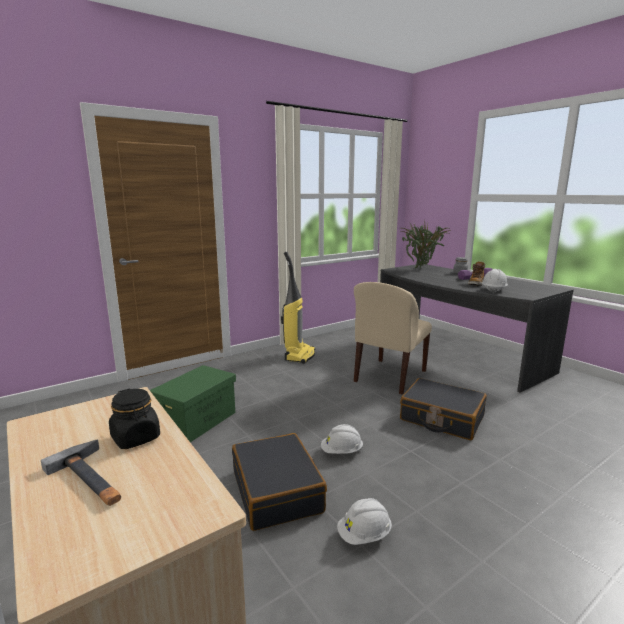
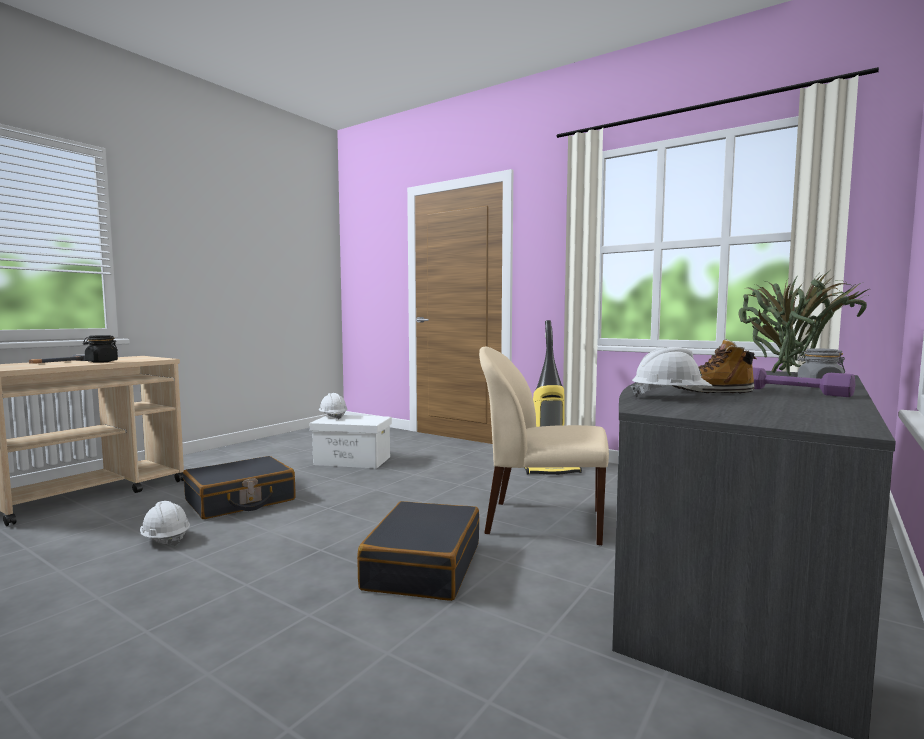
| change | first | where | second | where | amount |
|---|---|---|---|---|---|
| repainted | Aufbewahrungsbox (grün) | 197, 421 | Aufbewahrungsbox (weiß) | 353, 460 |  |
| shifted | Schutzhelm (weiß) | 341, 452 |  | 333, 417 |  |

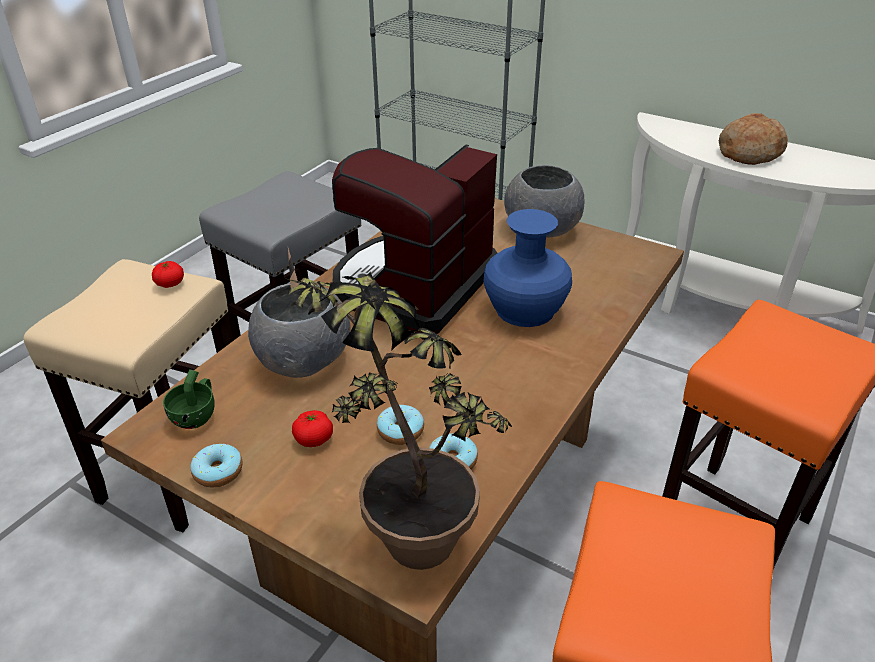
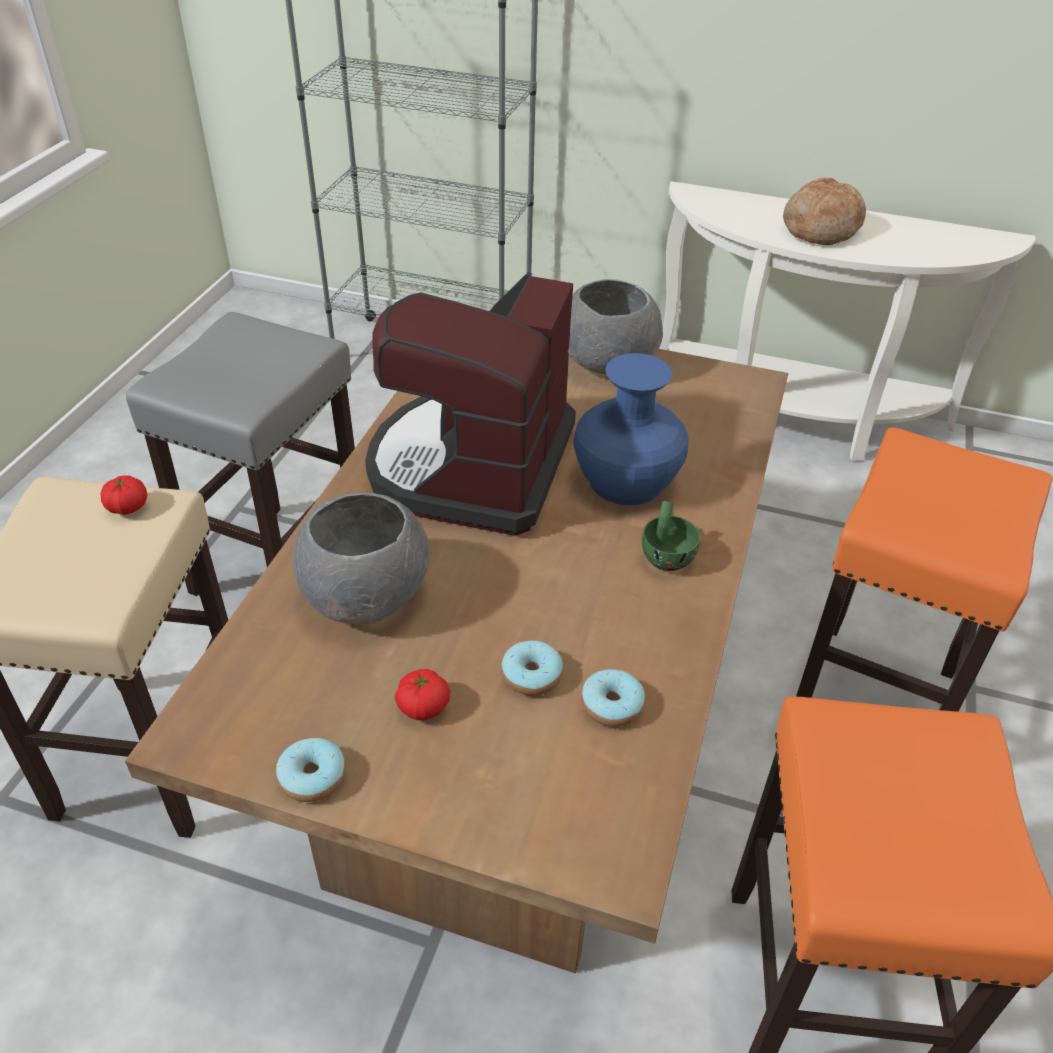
| change | first | where | second | where | amount |
|---|---|---|---|---|---|
| shifted | Tasse (grün) | 197, 415 |  | 667, 554 |  |
| gone | Topfpflanze | 401, 527 |  |  |  |

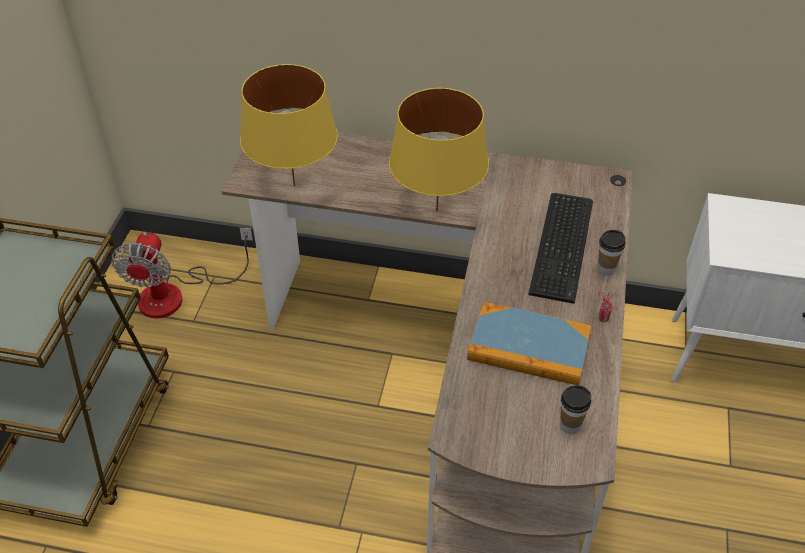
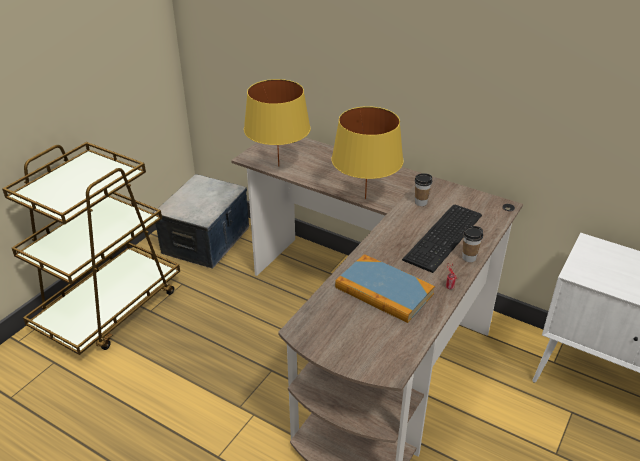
| change | first | where | second | where | amount |
|---|---|---|---|---|---|
| swapped | Ventilator | 176, 294 | Aufbewahrungsbox | 207, 240 |  |
| shifted | Tasse | 570, 425 |  | 421, 202 |  |

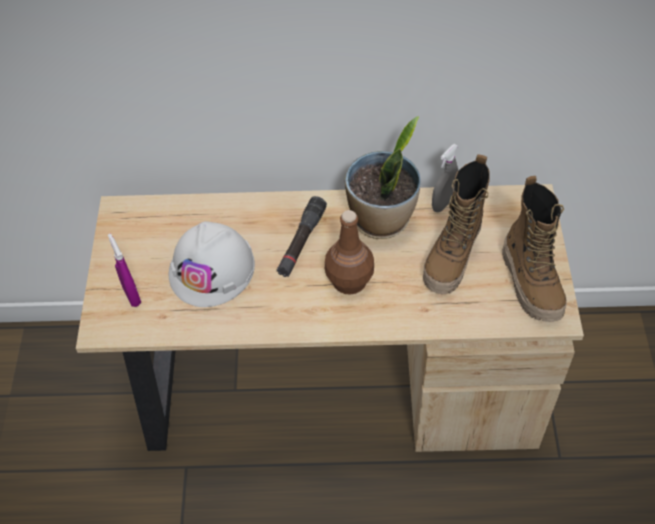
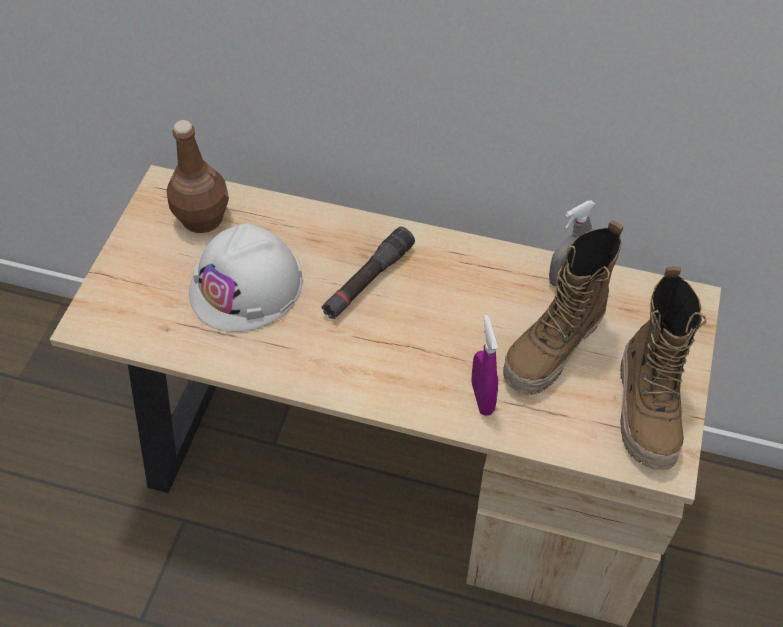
| change | first | where | second | where | amount |
|---|---|---|---|---|---|
| shifted | Sprühflasche (lila) | 132, 295 |  | 482, 398 |  |
| shifted | Flasche (braun) | 349, 280 |  | 202, 217 |  |
| gone | Topfpflanze | 381, 220 |  |  |  |

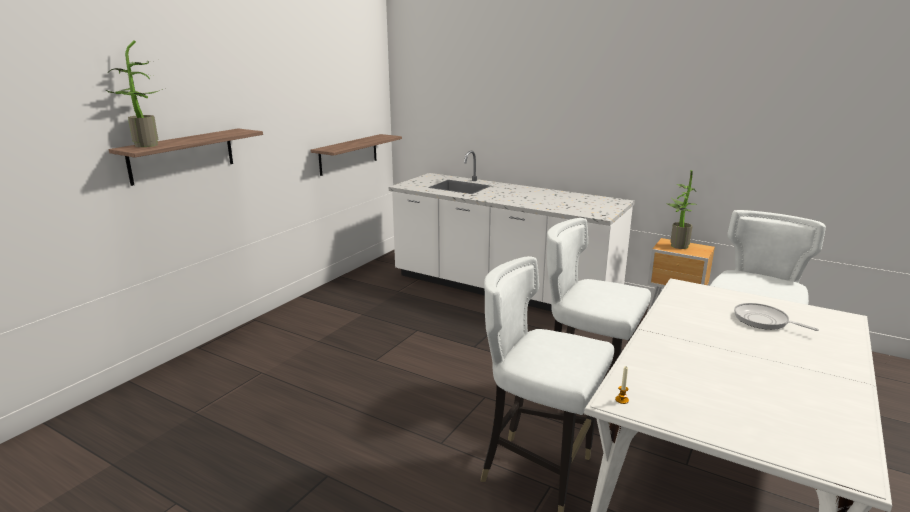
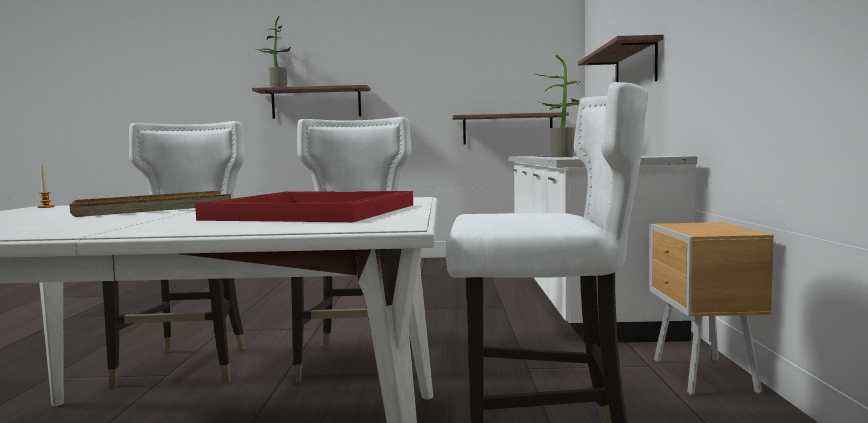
| change | first | where | second | where | amount |
|---|---|---|---|---|---|
| shifted | Topfpflanze | 676, 245 |  | 562, 156 |  |
| swapped | Pfanne | 764, 321 | Tablett (rot) | 311, 212 |  |
| new |  |  | Tablett (beige) | 152, 209 |  |
| new |  |  | Wandregal | 635, 68 |  |

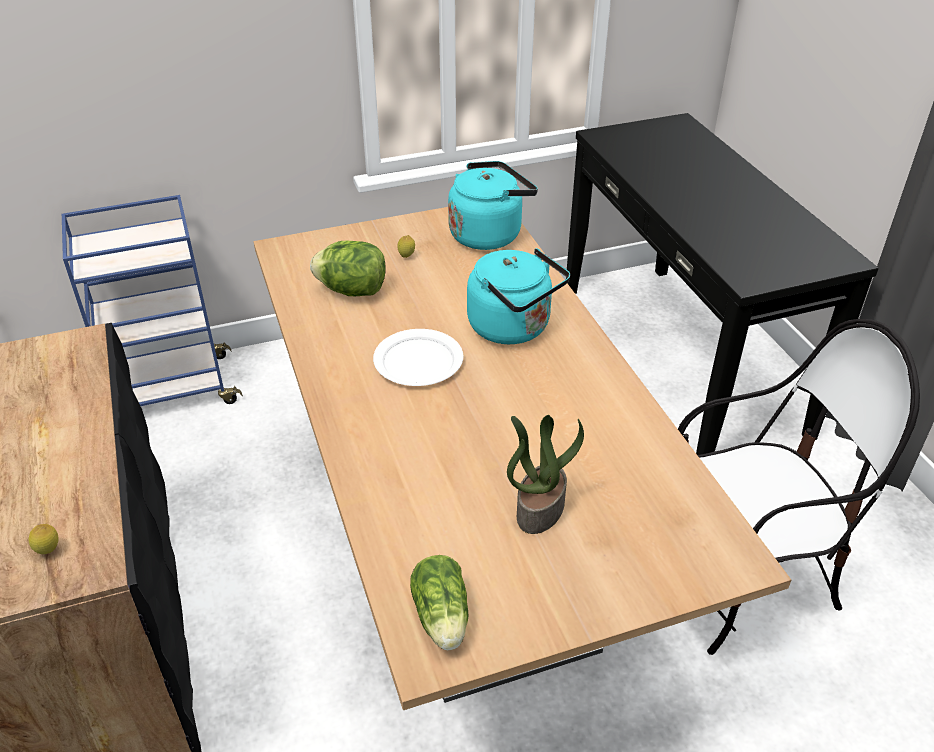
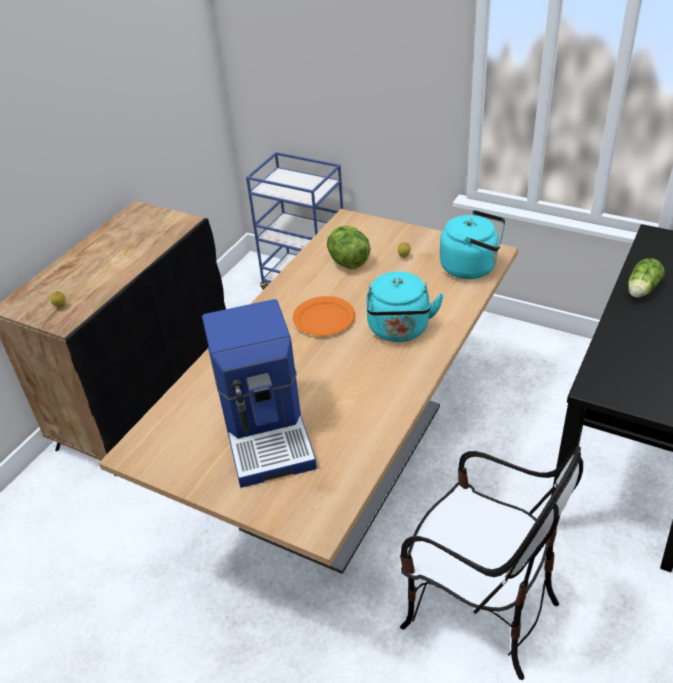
| change | first | where | second | where | amount |
|---|---|---|---|---|---|
| repainted | Teller (weiß) | 418, 361 | Teller (orange) | 323, 319 |  |
| shifted | Salatkopf | 442, 619 |  | 641, 290 |  |
| swapped | Topfpflanze | 539, 508 | Kaffeemaschine | 267, 429 |  |

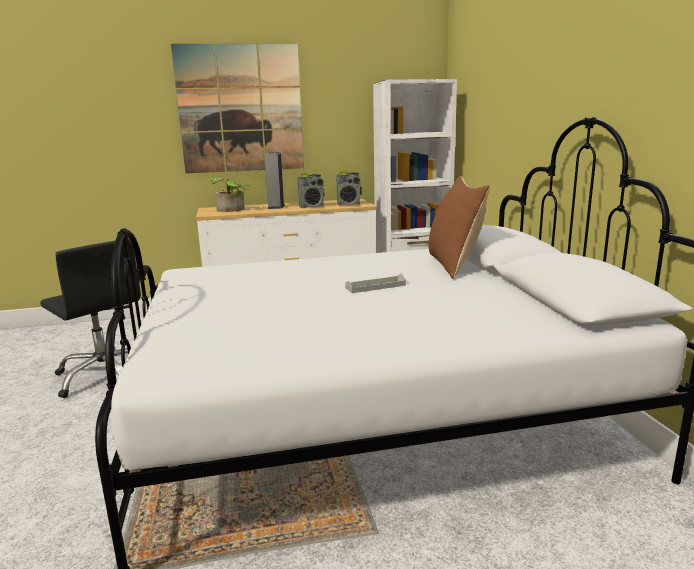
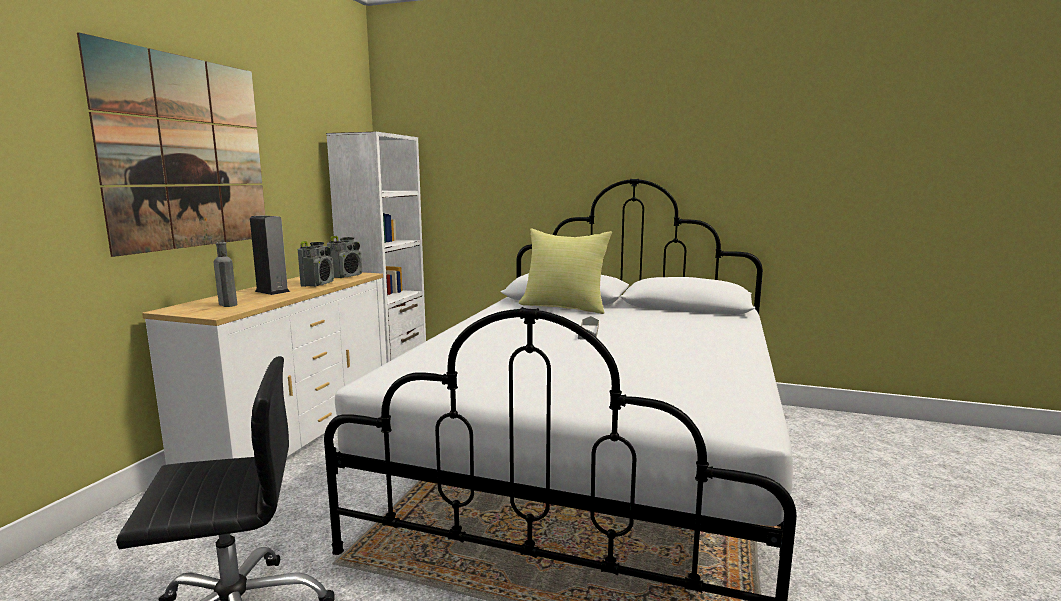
| change | first | where | second | where | amount |
|---|---|---|---|---|---|
| swapped | Topfpflanze | 231, 210 | Flasche (grau) | 227, 304 |  |
| repainted | Kissen (braun) | 454, 265 | Kissen (gelb) | 564, 307 |  |

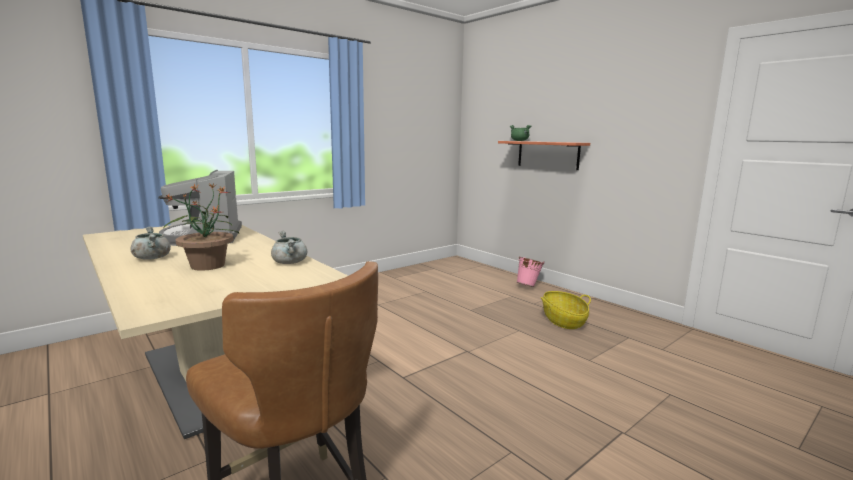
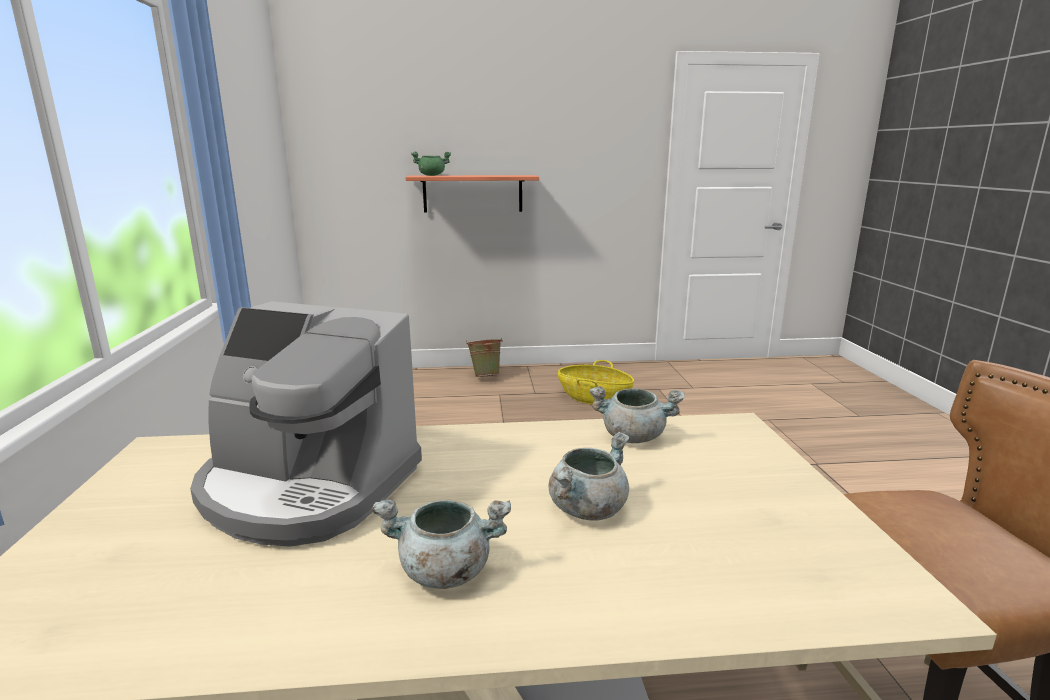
| change | first | where | second | where | amount |
|---|---|---|---|---|---|
| swapped | Topfpflanze | 207, 265 | Kochtopf (grau) | 587, 508 |  |
| repainted | Eimer (rosa) | 528, 286 | Eimer (grün) | 486, 376 |  |

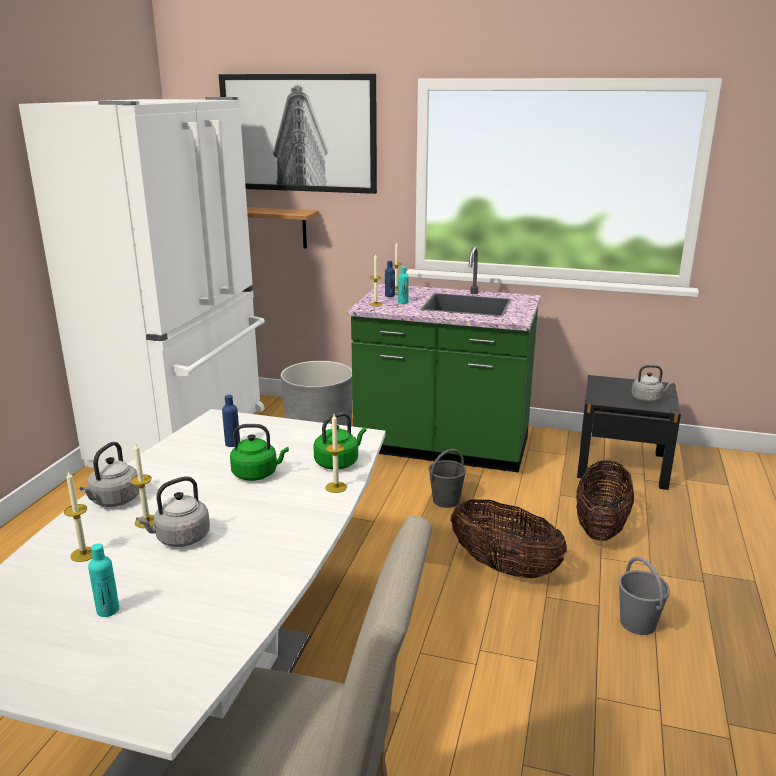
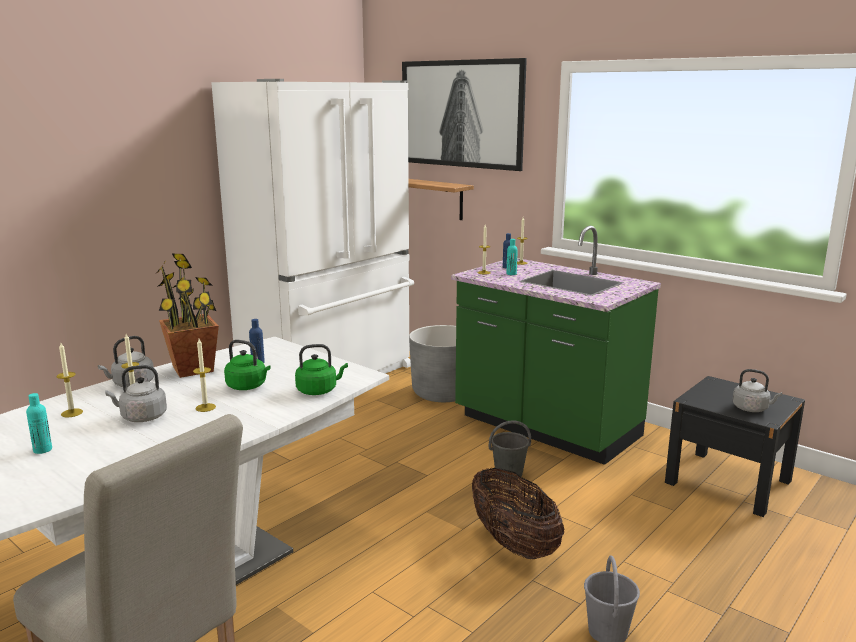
| change | first | where | second | where | amount |
|---|---|---|---|---|---|
| shifted | Kerze | 336, 487 |  | 205, 407 |  |
| gone | Korb | 600, 527 |  |  |  |
| new |  |  | Topfpflanze | 193, 369 |  |

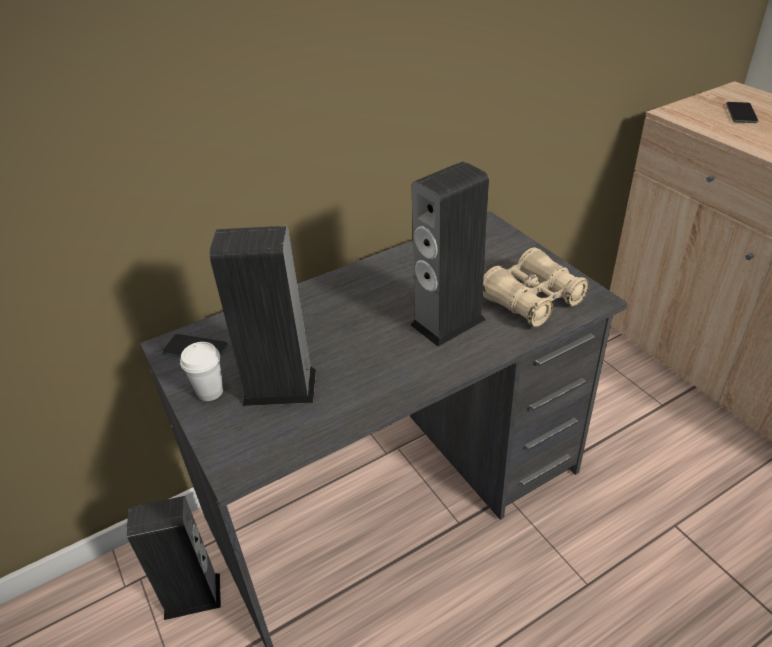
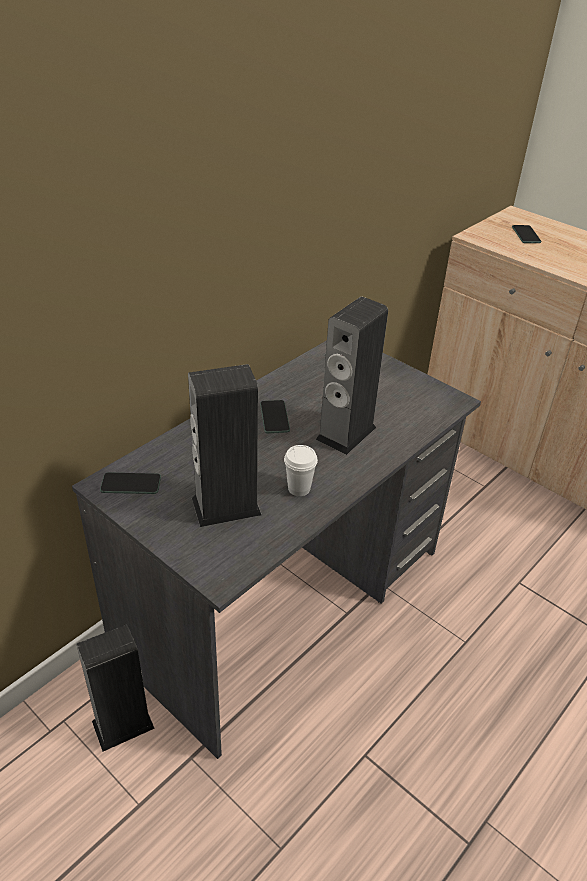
| change | first | where | second | where | amount |
|---|---|---|---|---|---|
| shifted | Tasse (weiß) | 210, 392 |  | 299, 488 |  |
| gone | Fernglas (beige) | 532, 300 |  |  |  |
| new |  |  | Handy | 274, 417 |  |

